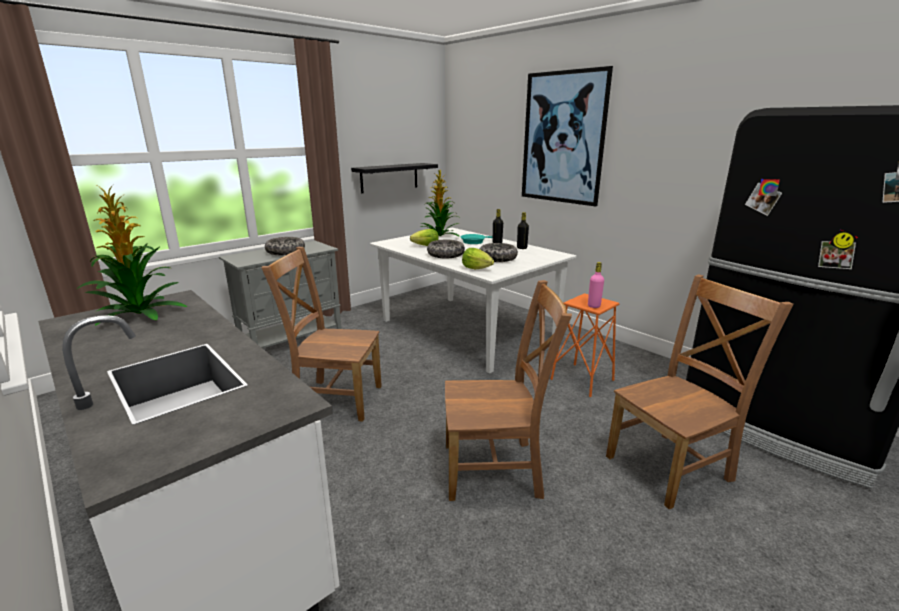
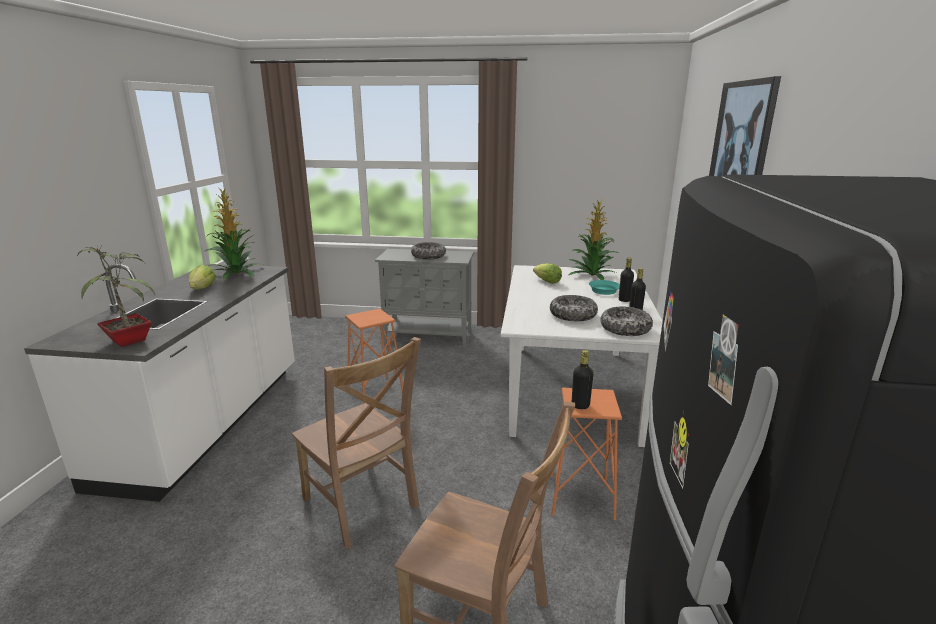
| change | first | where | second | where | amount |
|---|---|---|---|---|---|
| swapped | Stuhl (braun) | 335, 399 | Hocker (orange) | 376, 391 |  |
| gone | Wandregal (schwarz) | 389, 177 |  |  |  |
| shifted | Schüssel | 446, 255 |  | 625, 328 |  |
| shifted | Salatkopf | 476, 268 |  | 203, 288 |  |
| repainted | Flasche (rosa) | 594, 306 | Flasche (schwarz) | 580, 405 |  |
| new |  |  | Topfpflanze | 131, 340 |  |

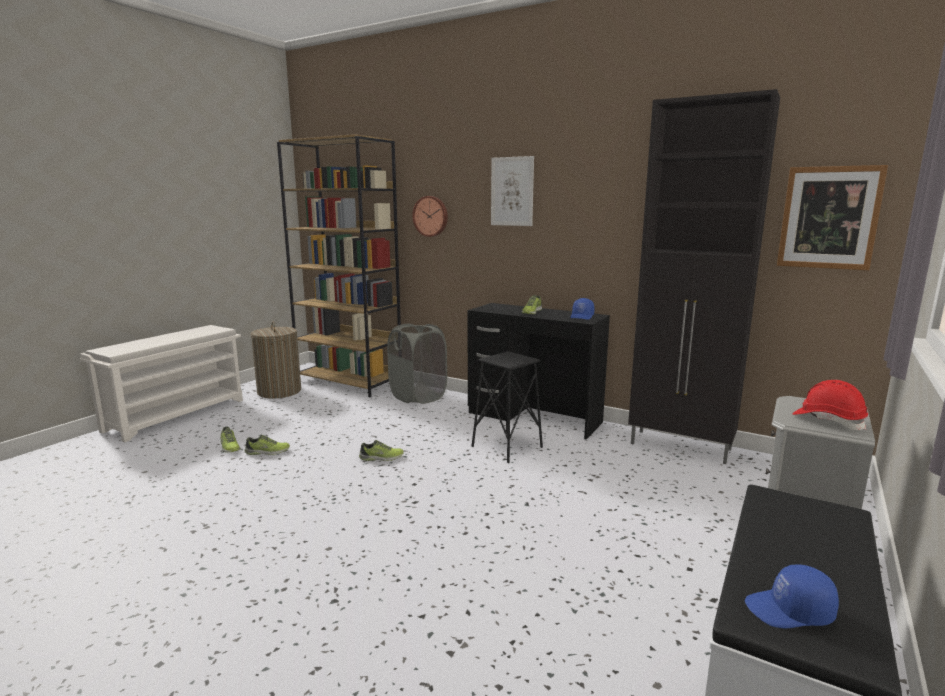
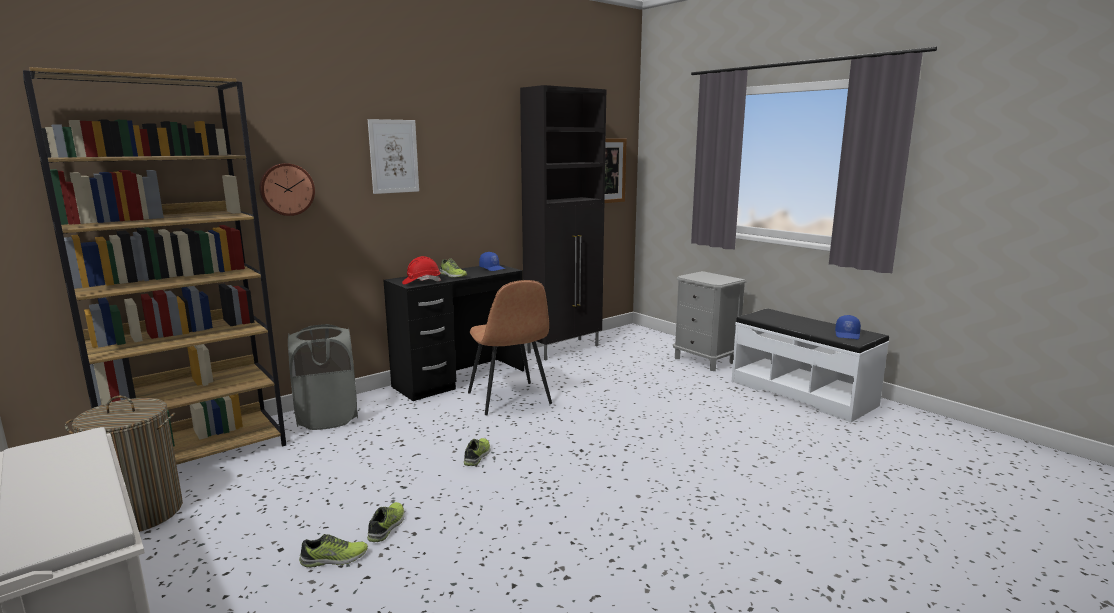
| change | first | where | second | where | amount |
|---|---|---|---|---|---|
| swapped | Hocker (schwarz) | 507, 447 | Stuhl (braun) | 509, 399 |  |
| shifted | Schutzhelm (rot) | 828, 420 |  | 421, 282 |  |

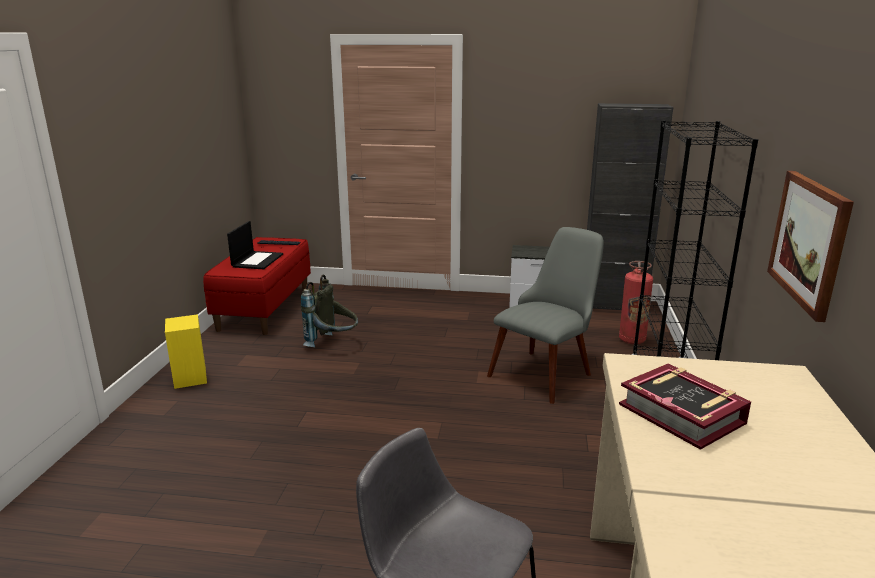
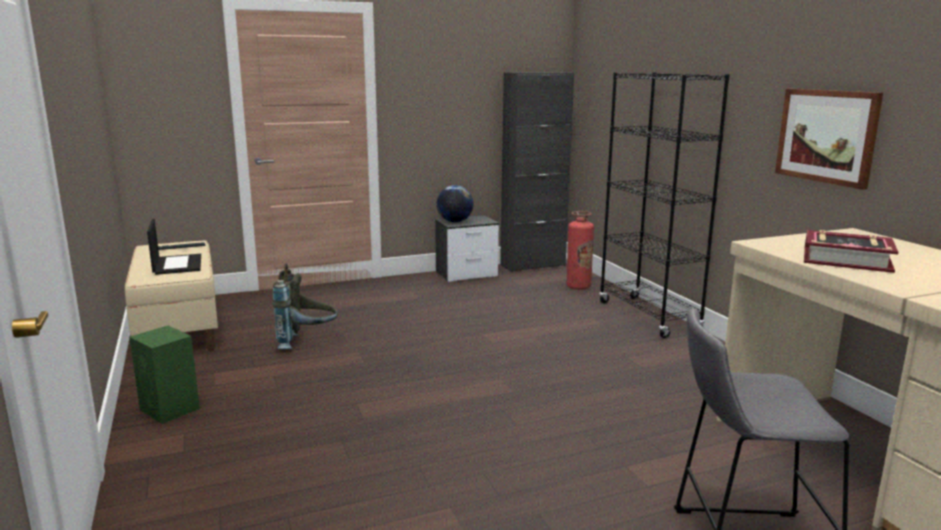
| change | first | where | second | where | amount |
|---|---|---|---|---|---|
| repainted | Lautsprecher (gelb) | 190, 378 | Lautsprecher (grün) | 170, 409 |  |
| repainted | Bank (rot) | 264, 309 | Bank (beige) | 178, 328 |  |
| gone | Stuhl (grau) | 547, 370 |  |  |  |
| new |  |  | Globus | 455, 222 |  |

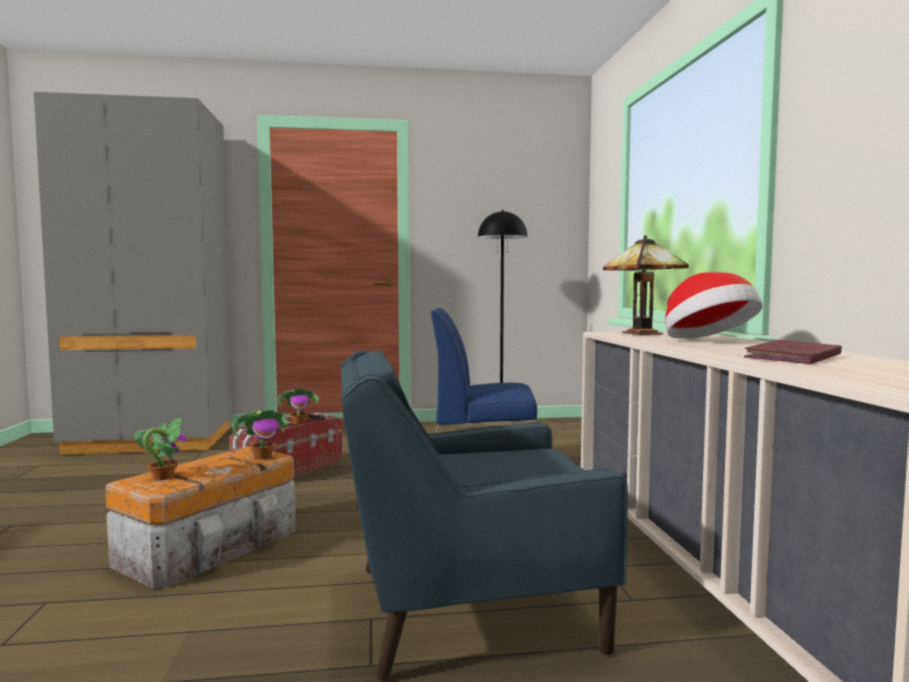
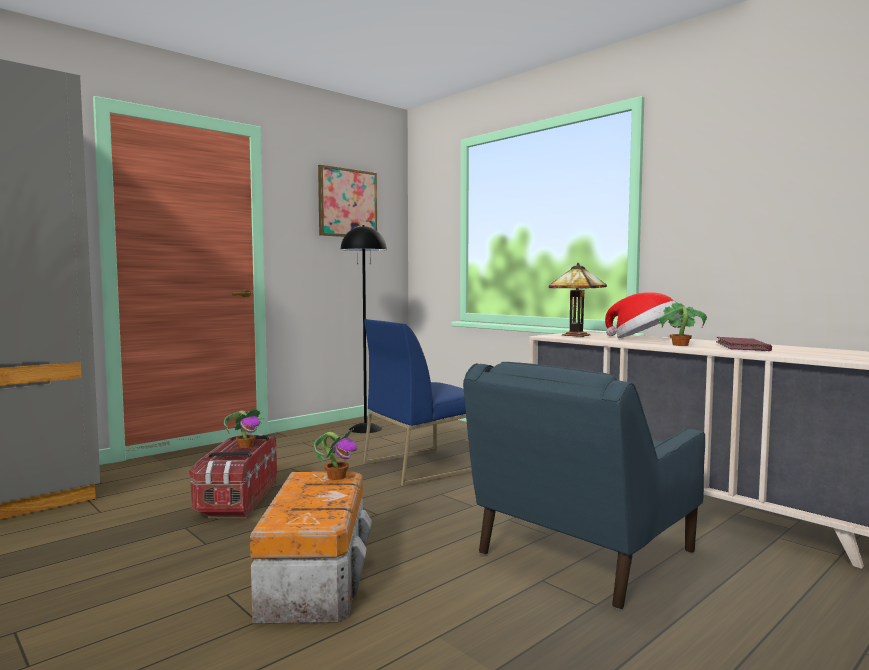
| change | first | where | second | where | amount |
|---|---|---|---|---|---|
| shifted | Topfpflanze | 162, 477 |  | 679, 345 |  |
| new |  |  | Bild | 347, 203 |  |

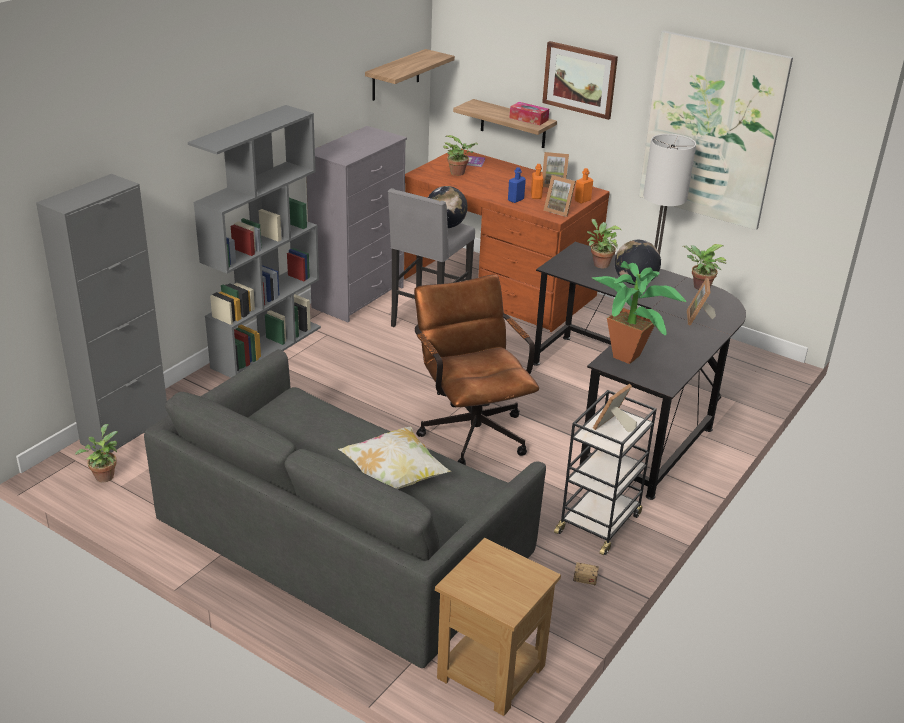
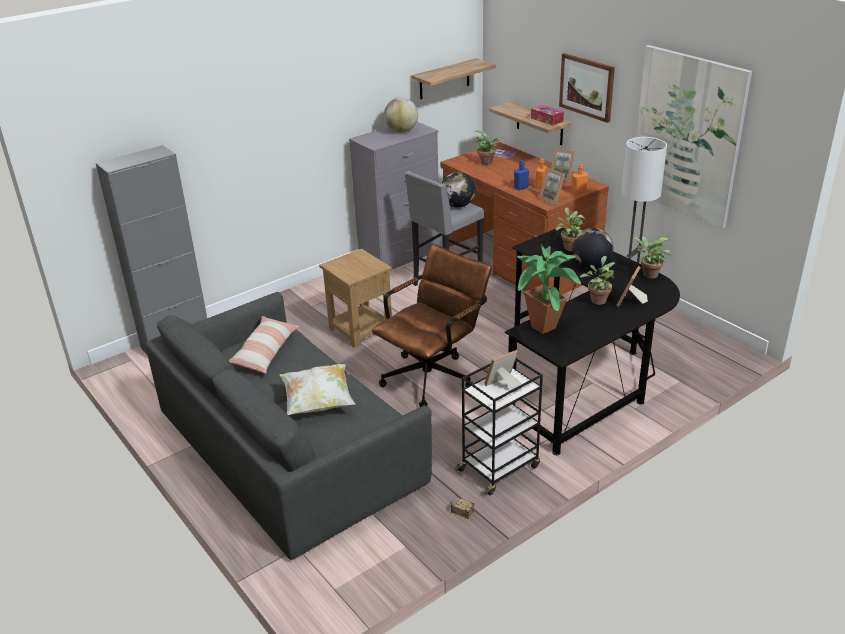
| change | first | where | second | where | amount |
|---|---|---|---|---|---|
| shifted | Topfpflanze | 104, 475 |  | 598, 299 |  |
| gone | Bücherregal (grau) | 267, 346 |  |  |  |
| rotated | Bürostuhl (braun) | 471, 429 |  | 433, 375 | 45 degrees clockwise |
| shifted | Beistelltisch (braun) | 490, 671 |  | 360, 329 |  |
| new |  |  | Kissen | 265, 352 |  |
| new |  |  | Globus | 401, 131 |  |

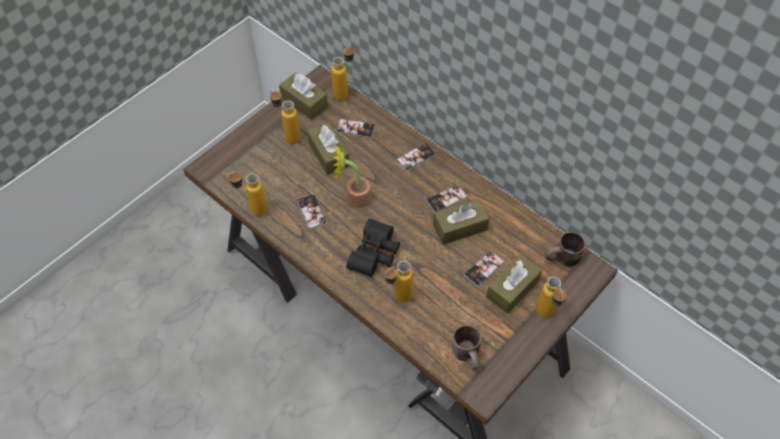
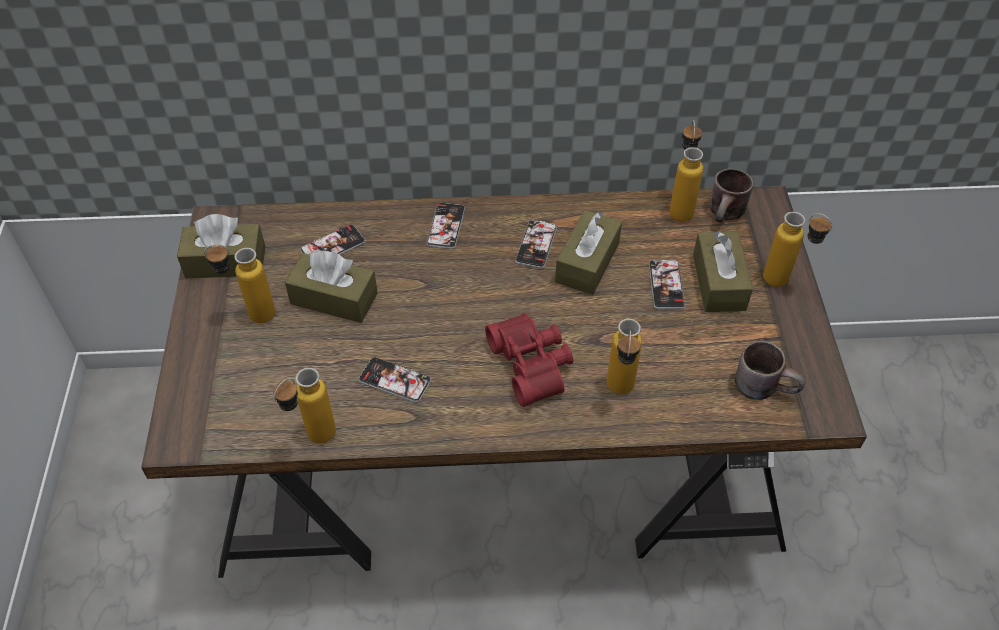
| change | first | where | second | where | amount |
|---|---|---|---|---|---|
| shifted | Flasche | 345, 92 |  | 680, 206 |  |
| gone | Topfpflanze | 354, 198 |  |  |  |
| repainted | Fernglas (schwarz) | 376, 254 | Fernglas (rot) | 533, 364 |  |

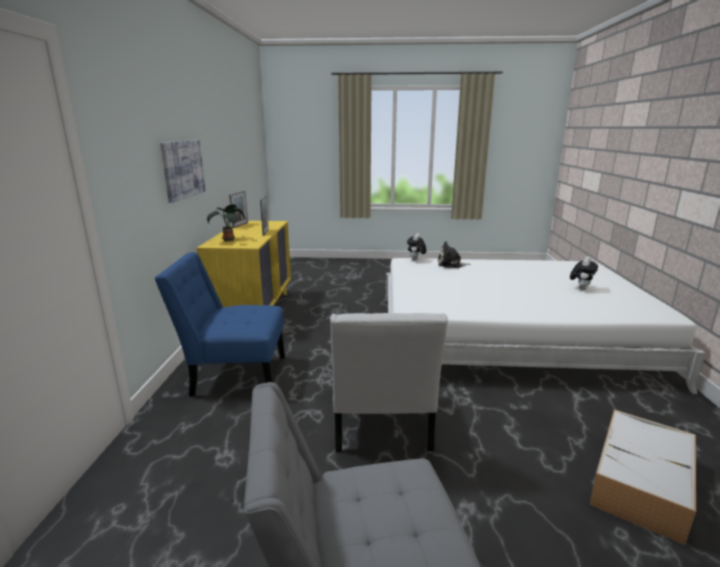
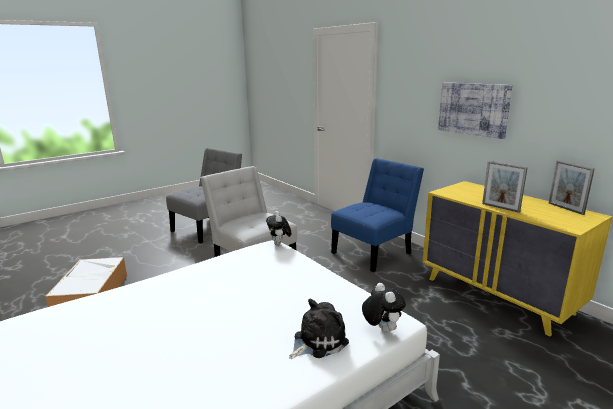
| change | first | where | second | where | amount |
|---|---|---|---|---|---|
| gone | Topfpflanze | 229, 240 |  |  |  |
| shifted | Plüschtier | 581, 288 |  | 279, 244 |  |

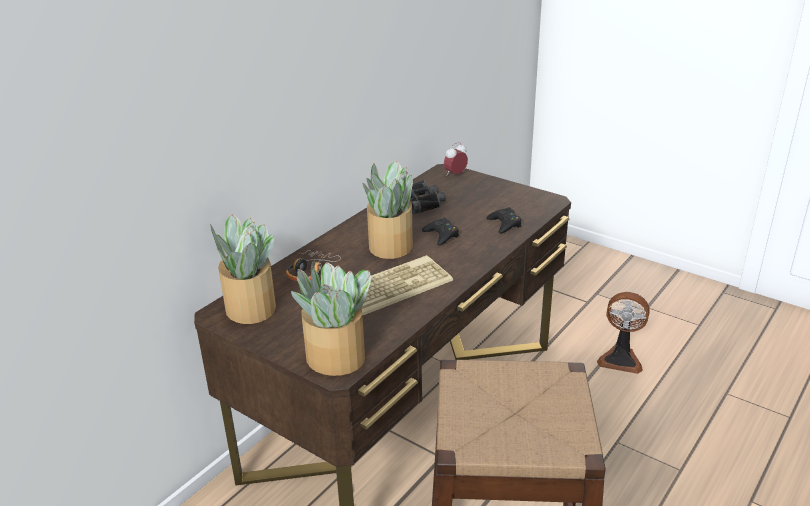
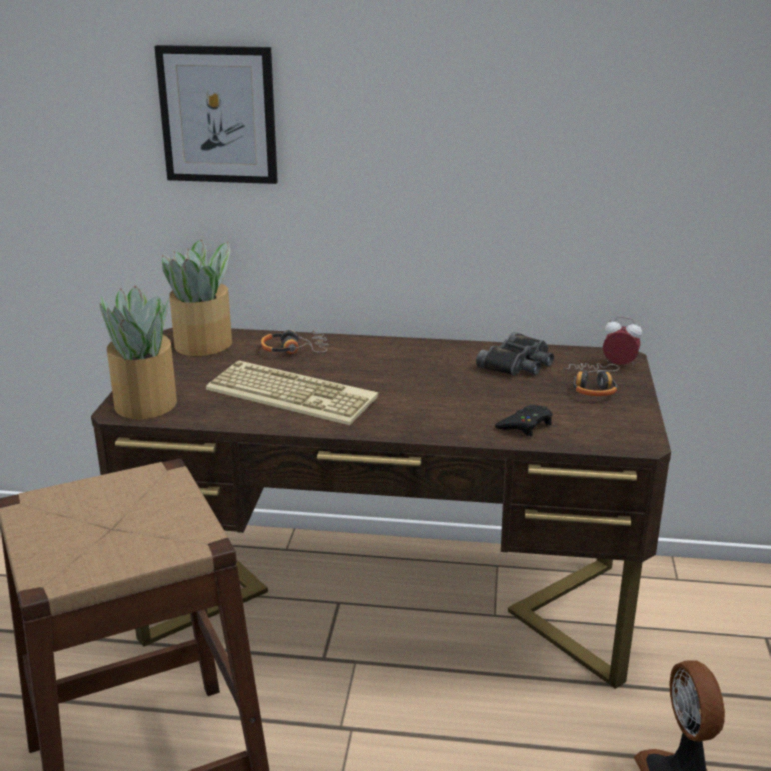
| change | first | where | second | where | amount |
|---|---|---|---|---|---|
| gone | Topfpflanze | 391, 245 |  |  |  |
| gone | Gamepad (schwarz) | 441, 235 |  |  |  |
| new |  |  | Bild | 218, 115 |  |
| new |  |  | Kopfhörer | 592, 386 |  |

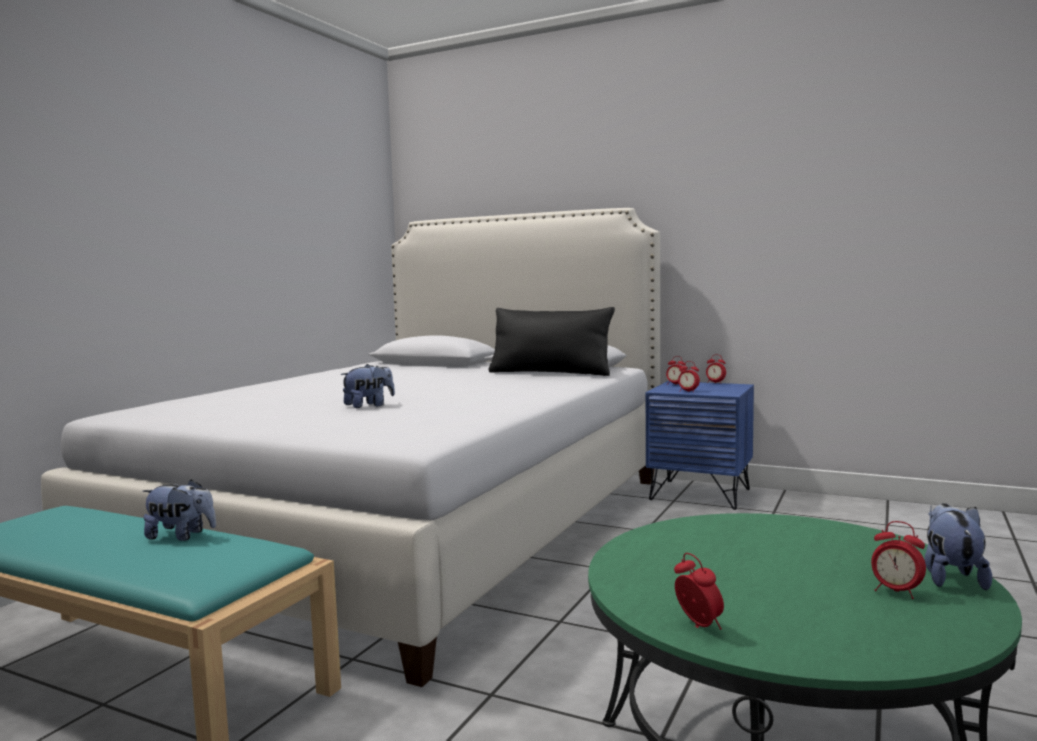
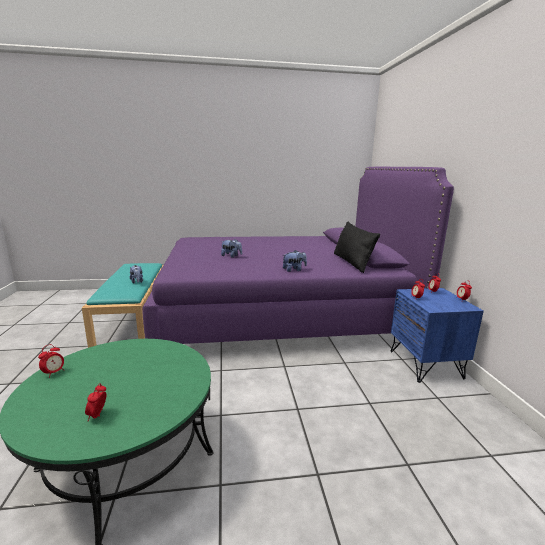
| change | first | where | second | where | amount |
|---|---|---|---|---|---|
| repainted | Bett (weiß) | 413, 526 | Bett (lila) | 280, 312 |  |
| shifted | Plüschtier | 951, 577 |  | 294, 270 |  |

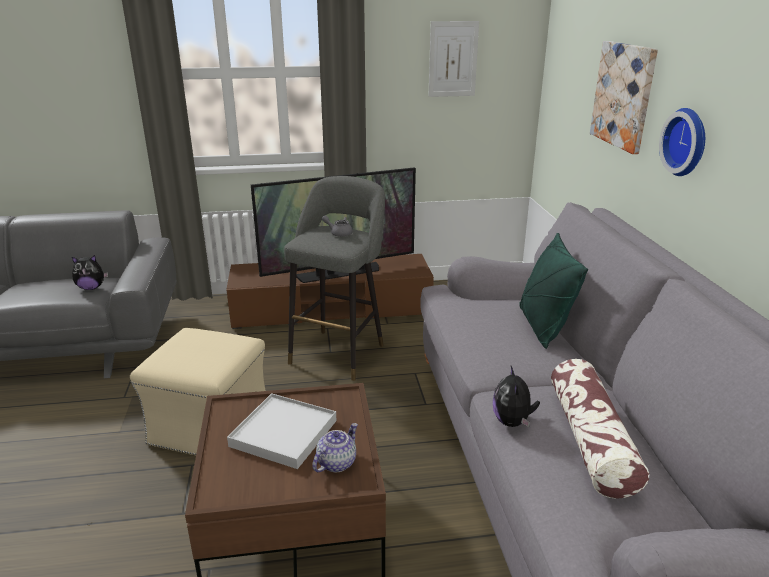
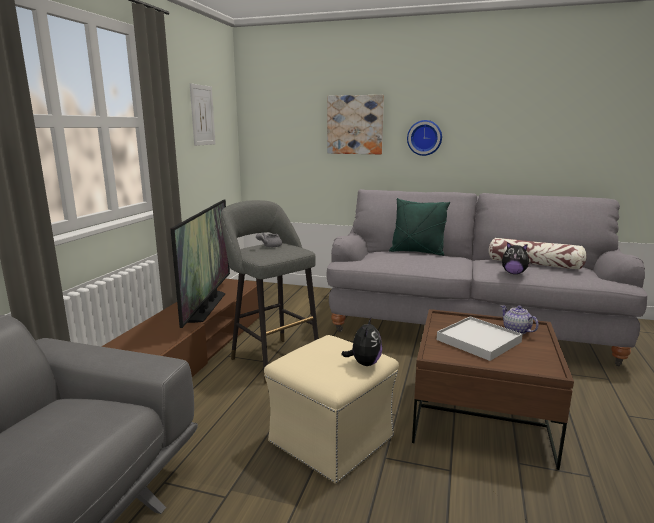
| change | first | where | second | where | amount |
|---|---|---|---|---|---|
| shifted | Plüschtier | 91, 288 |  | 364, 363 |  |

